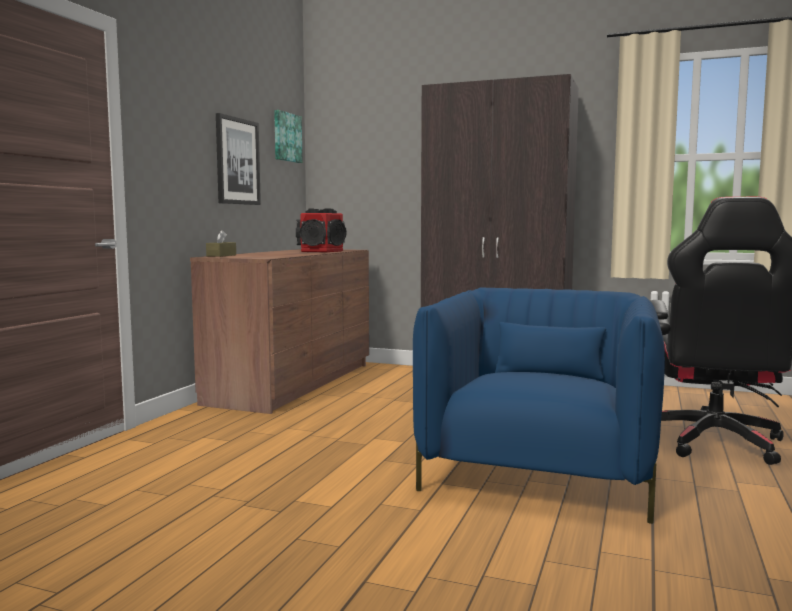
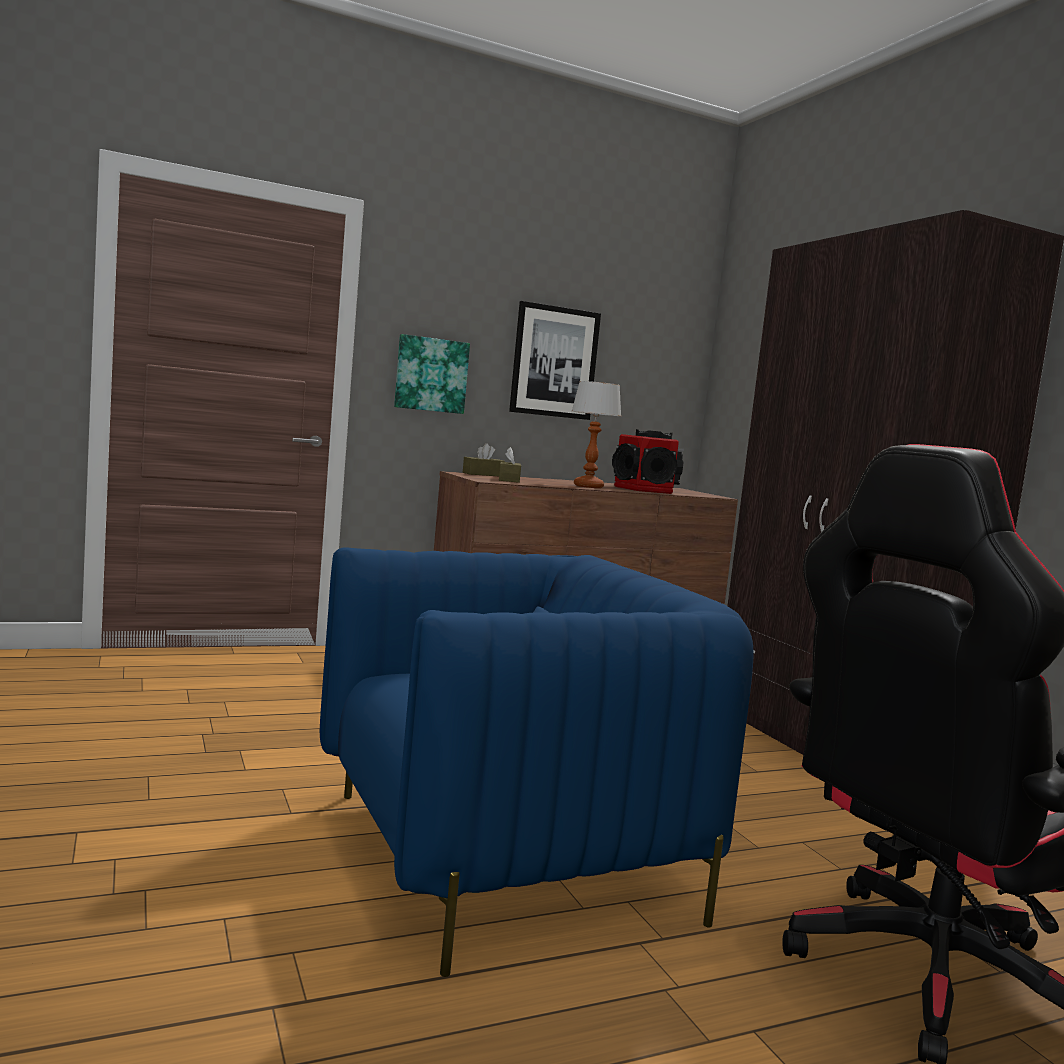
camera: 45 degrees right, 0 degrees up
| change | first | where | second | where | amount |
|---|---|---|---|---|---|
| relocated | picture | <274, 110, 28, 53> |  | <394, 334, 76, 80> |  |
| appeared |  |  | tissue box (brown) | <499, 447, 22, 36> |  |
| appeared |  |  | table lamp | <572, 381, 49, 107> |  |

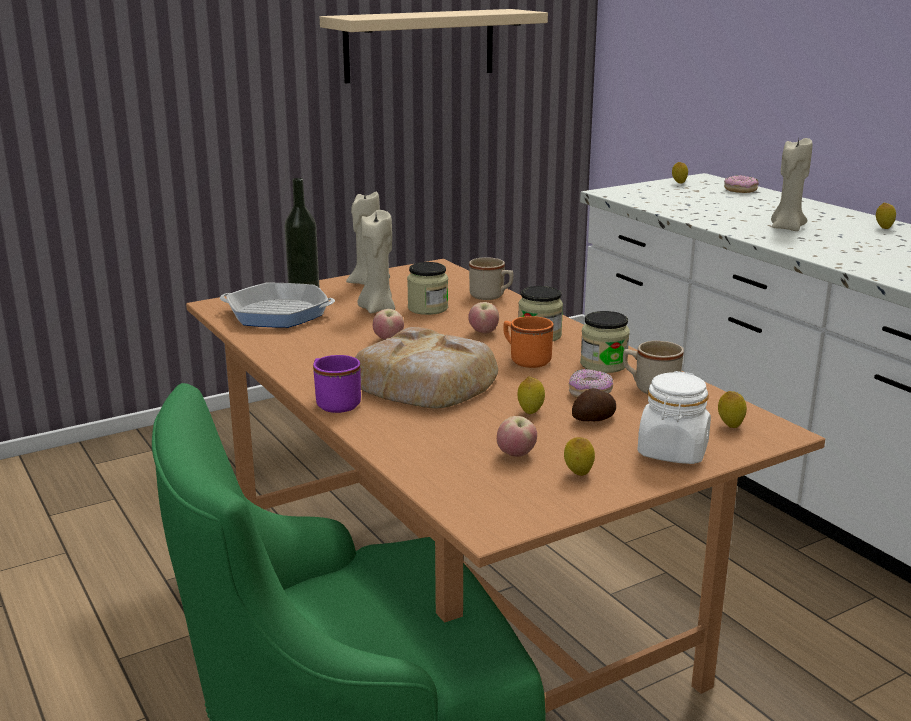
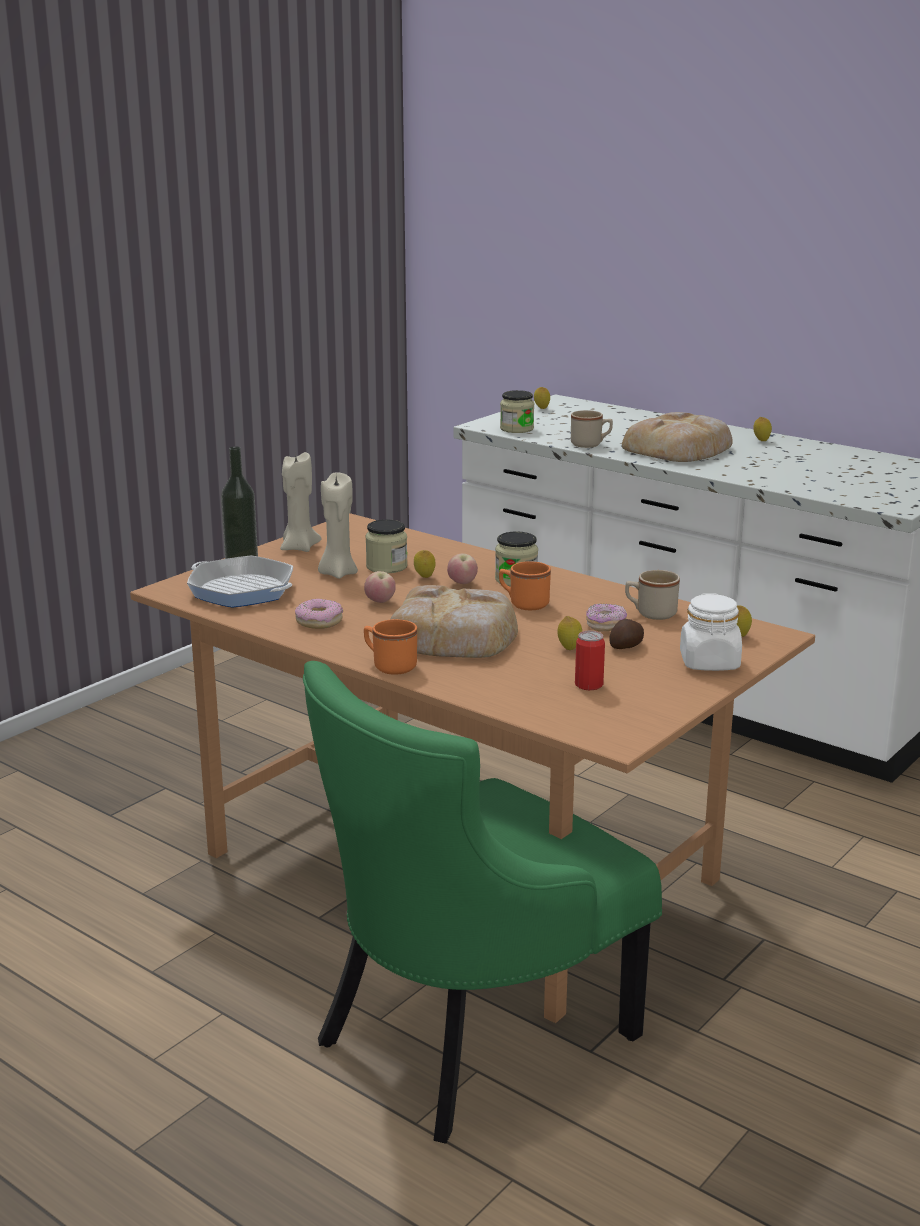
camera: 20 degrees left, 0 degrees up
| change | first | where | second | where | amount |
|---|---|---|---|---|---|
| spun | frying pan | <220, 283, 115, 45> |  | <187, 555, 106, 53> | 45 degrees clockwise |
| colour | mug (purple) | <313, 355, 48, 58> | mug (orange) | <364, 619, 53, 56> |  |
| missing | shelf (beige) | <320, 9, 228, 75> |  |  |  |
| relocated | mug (beige) | <469, 257, 44, 43> |  | <571, 410, 42, 38> |  |
| exchanged | apple | <497, 416, 40, 41> | can | <575, 631, 30, 59> |  |
| relocated | lemon | <564, 437, 31, 39> |  | <414, 550, 21, 28> |  |
| relocated | jar | <580, 311, 50, 62> |  | <500, 390, 34, 43> |  |
| relocated | donut | <724, 175, 35, 18> |  | <295, 599, 48, 30> |  |
| exchanged | candle (beige) | <771, 138, 41, 93> | bread | <622, 412, 111, 50> |  |

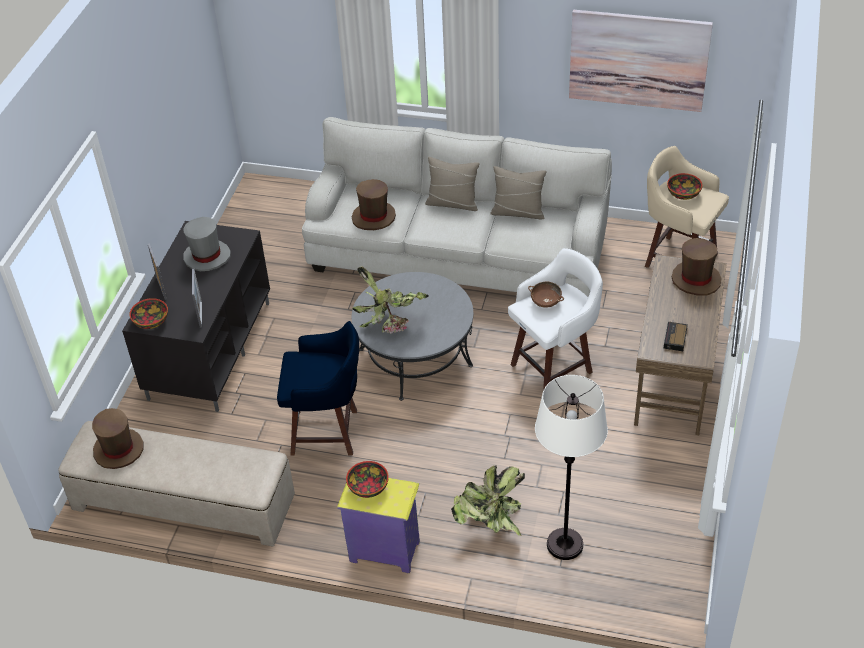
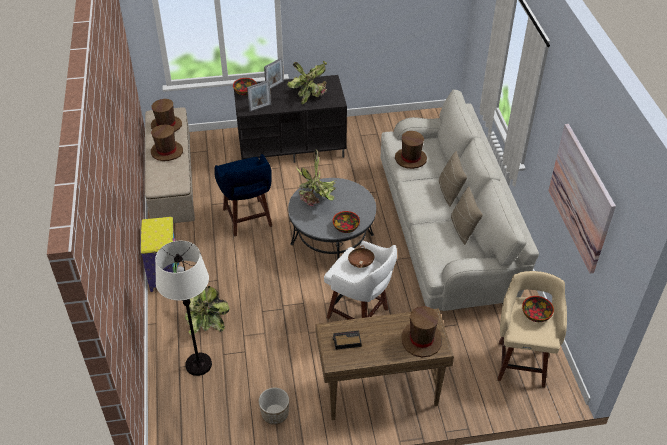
camera: 65 degrees right, 0 degrees up
| change | first | where | second | where | amount |
|---|---|---|---|---|---|
| exchanged | hat (grey) | <183, 217, 48, 54> | potted plant | <287, 61, 40, 43> |  |
| relocated | bowl | <346, 461, 43, 37> |  | <333, 211, 27, 22> |  |
| appeared |  |  | hat (brown) | <151, 125, 32, 36> |  |
| appeared |  |  | planter | <259, 387, 30, 38> |  |

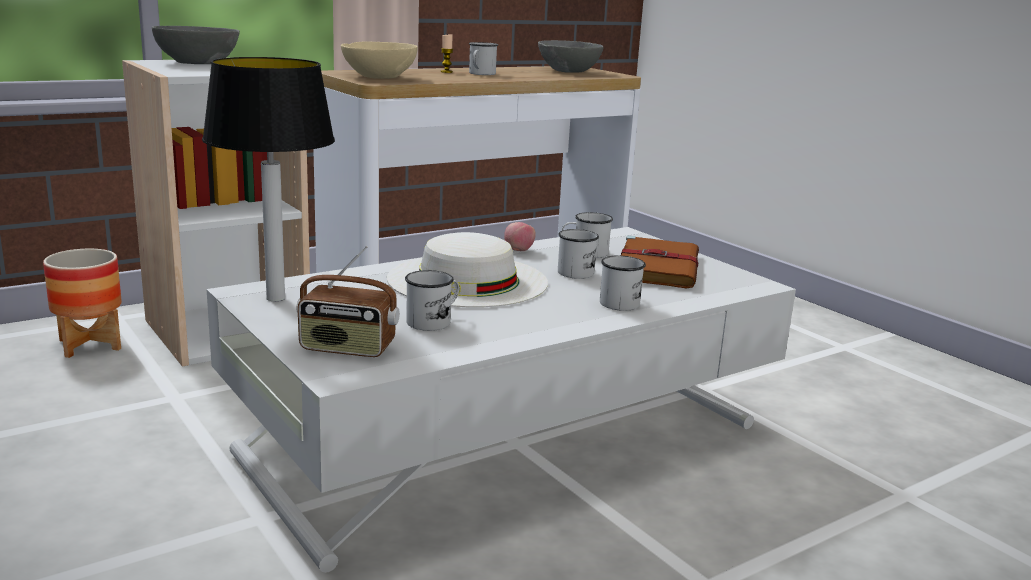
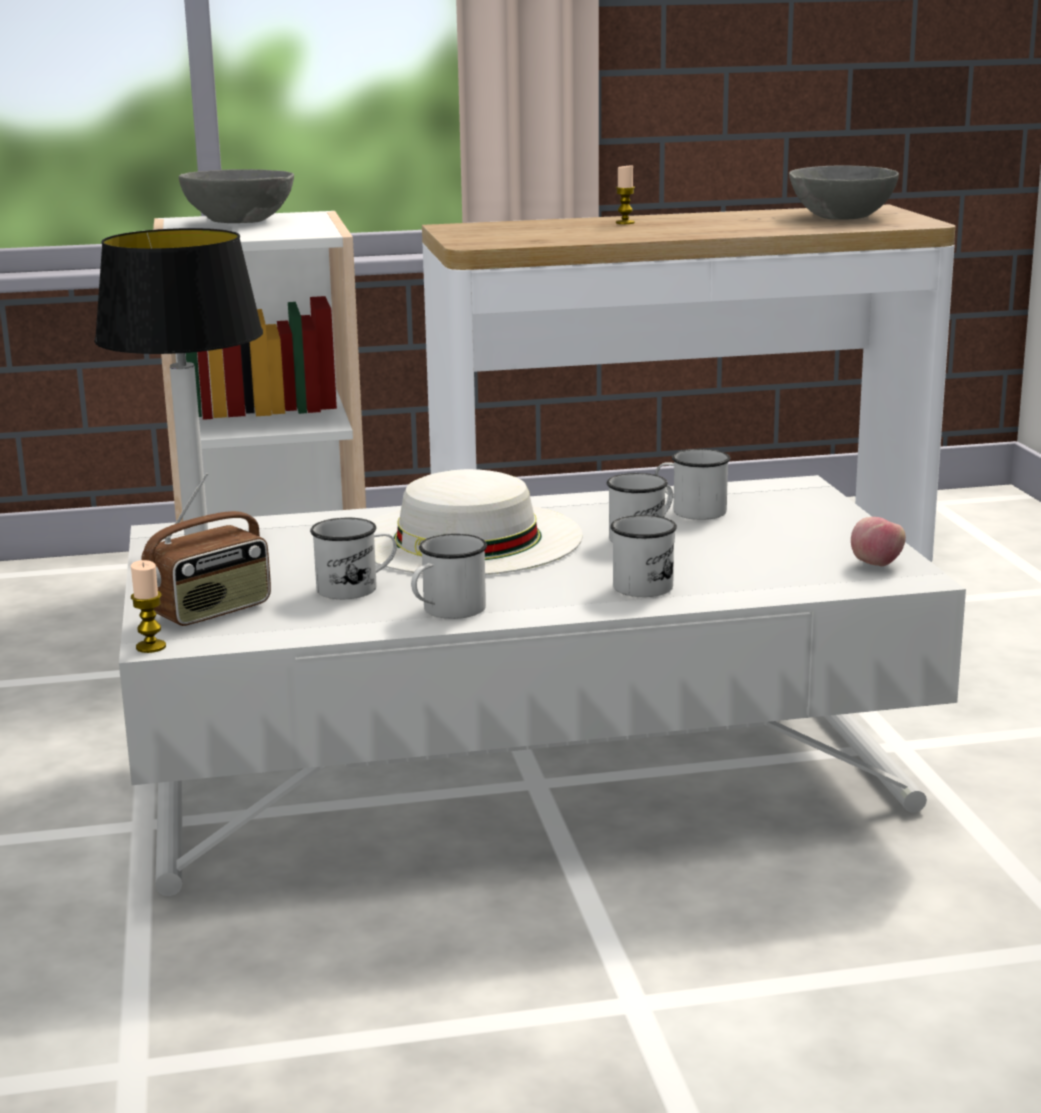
camera: 25 degrees right, 0 degrees up
| change | first | where | second | where | amount |
|---|---|---|---|---|---|
| missing | planter | <43, 249, 79, 109> |  |  |  |
| spun | radio | <296, 246, 104, 111> |  | <141, 473, 130, 153> | 75 degrees counterclockwise |
| missing | bowl (beige) | <341, 41, 77, 38> |  |  |  |
| relocated | mug (white) | <469, 42, 29, 33> |  | <411, 534, 76, 85> |  |
| relocated | apple | <504, 222, 32, 29> |  | <851, 517, 55, 49> |  |
| missing | book (brown) | <621, 235, 78, 53> |  |  |  |
| appeared |  |  | candle | <131, 560, 35, 93> |  |

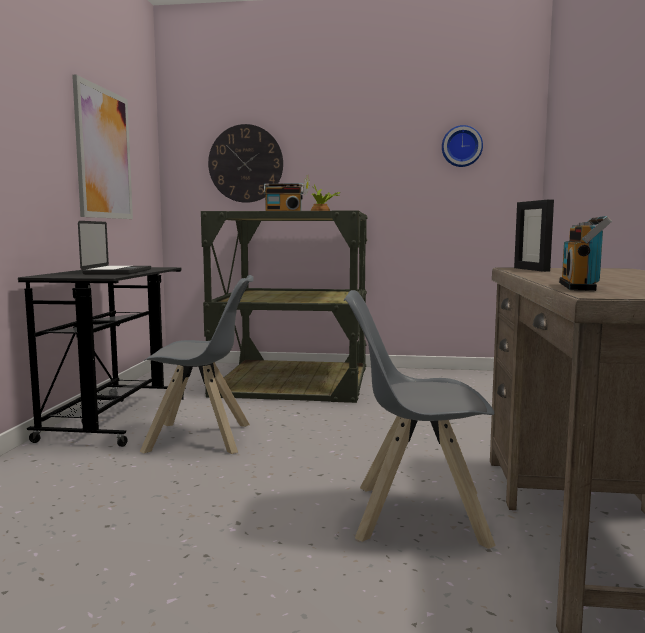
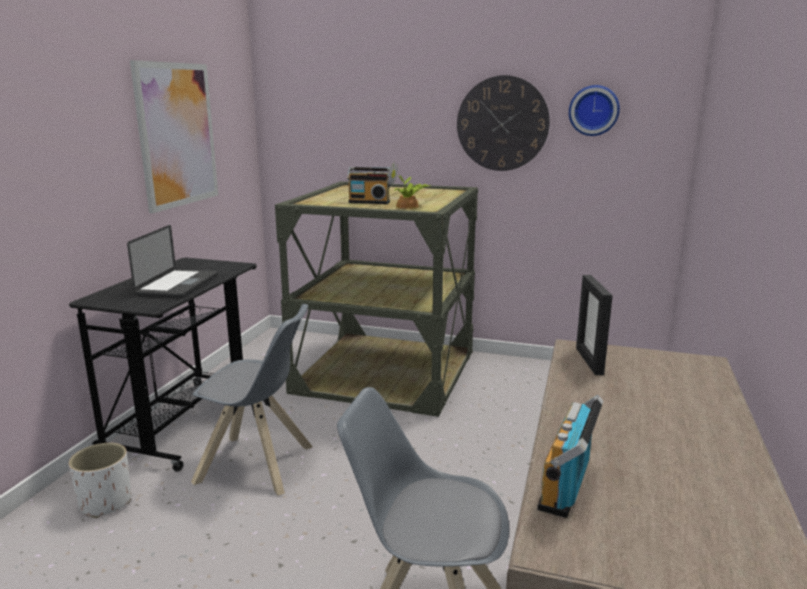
camera: 10 degrees right, 10 degrees up
| change | first | where | second | where | amount |
|---|---|---|---|---|---|
| relocated | wall clock | <208, 124, 75, 79> |  | <457, 75, 93, 96> |  |
| appeared |  |  | planter (white) | <69, 443, 62, 75> |  |

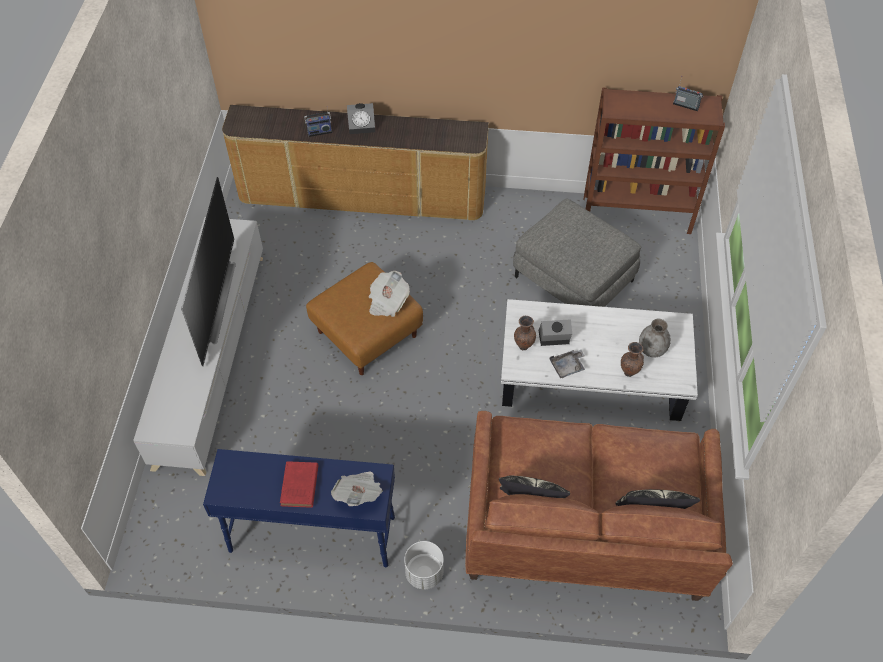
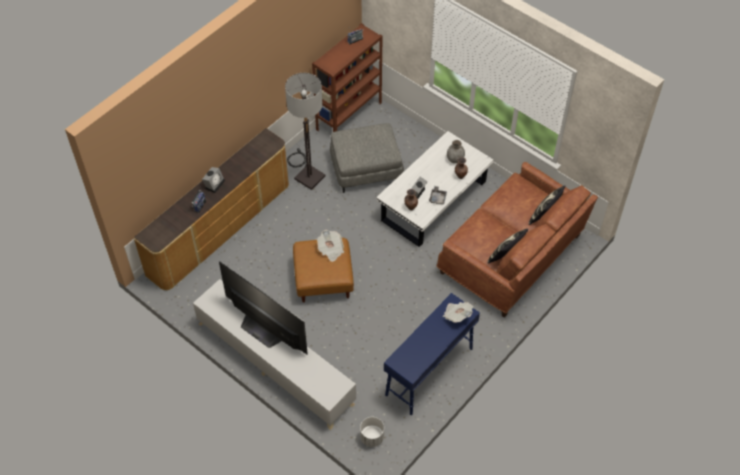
camera: 55 degrees left, 0 degrees up
| change | first | where | second | where | amount |
|---|---|---|---|---|---|
| missing | book (red) | <280, 461, 39, 47> |  |  |  |
| relocated | planter (white) | <404, 541, 40, 48> |  | <360, 417, 24, 30> |  |
| appeared |  |  | floor lamp | <285, 73, 40, 117> |  |

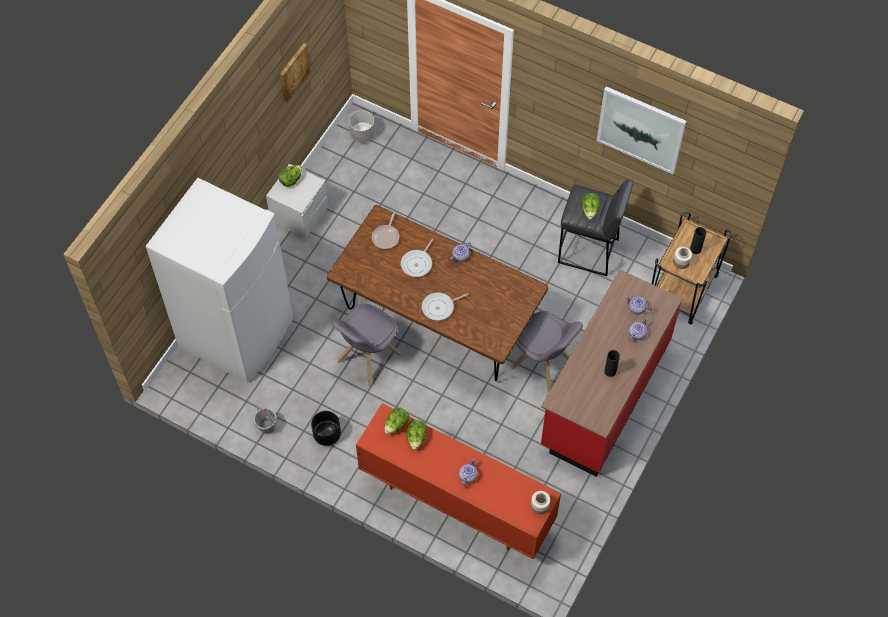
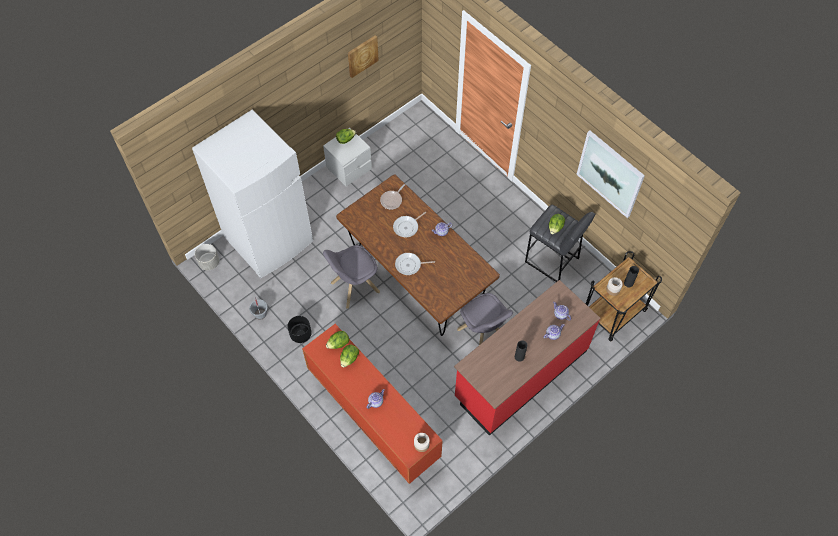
camera: 20 degrees right, 0 degrees up
| change | first | where | second | where | amount |
|---|---|---|---|---|---|
| relocated | planter (grey) | <349, 110, 26, 33> |  | <195, 244, 24, 26> |  |

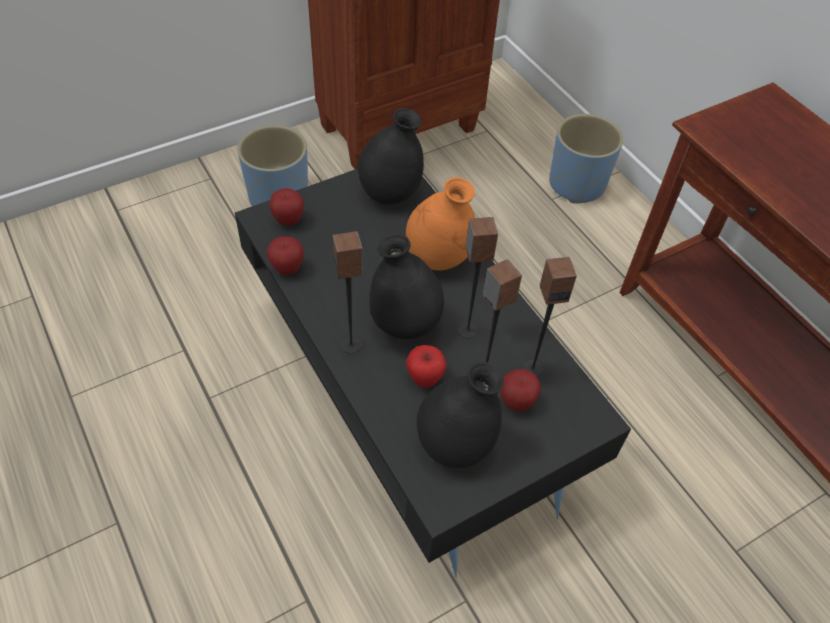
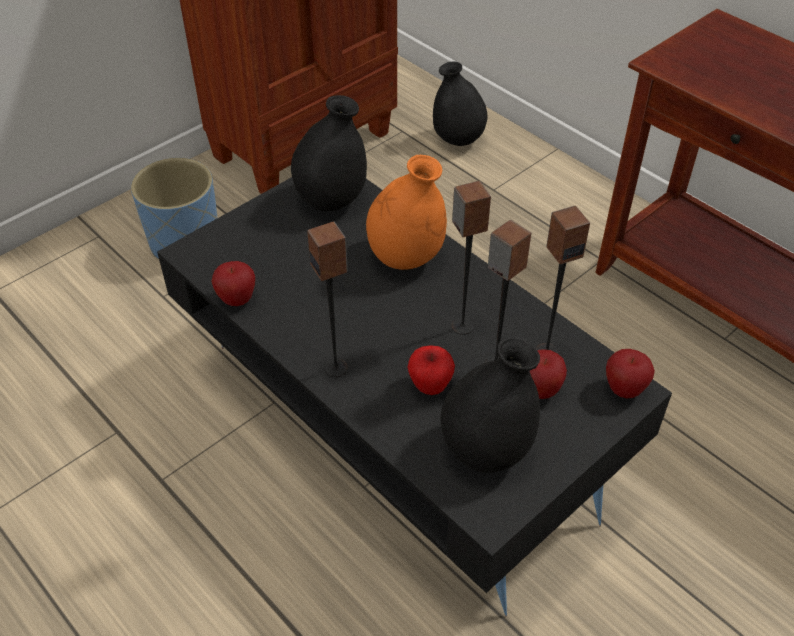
camera: 10 degrees left, 5 degrees down
| change | first | where | second | where | amount |
|---|---|---|---|---|---|
| relocated | apple | <269, 188, 35, 38> |  | <606, 349, 49, 49> |  |
| relocated | vase (black) | <369, 234, 75, 105> |  | <433, 61, 54, 85> |  |
| missing | planter (blue) | <549, 114, 74, 90> |  |  |  |

